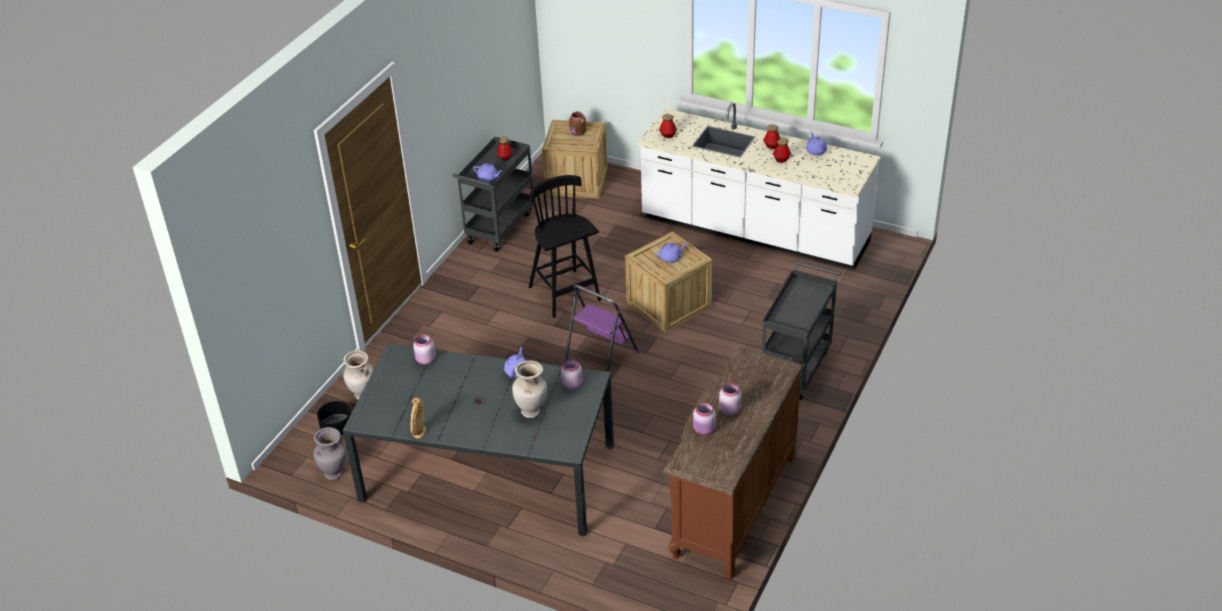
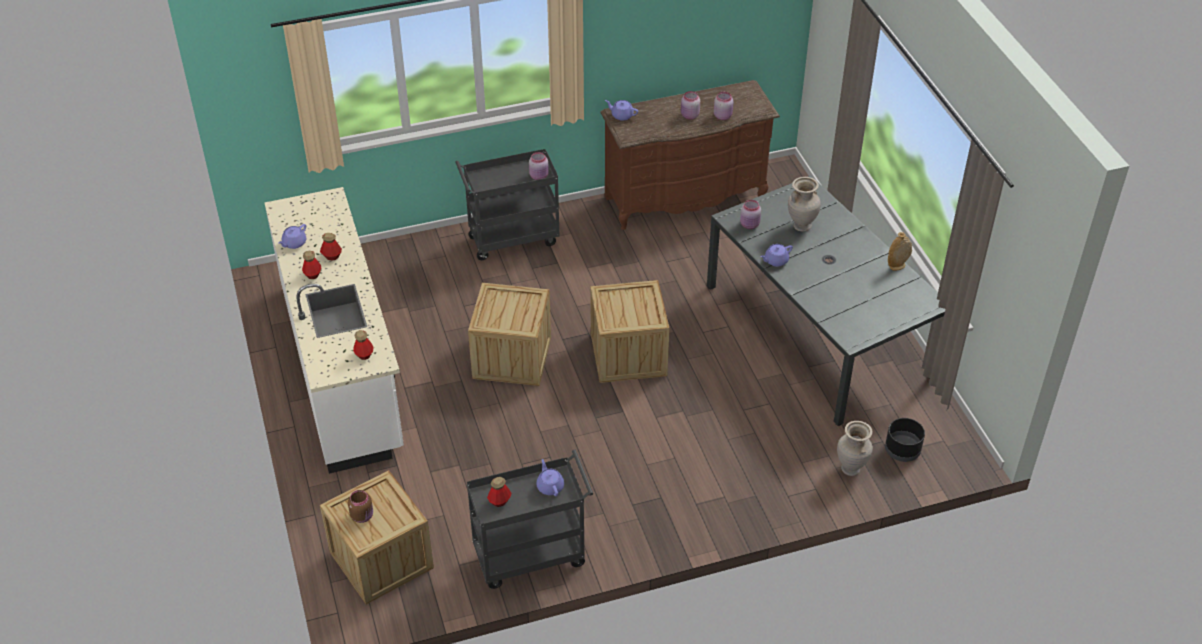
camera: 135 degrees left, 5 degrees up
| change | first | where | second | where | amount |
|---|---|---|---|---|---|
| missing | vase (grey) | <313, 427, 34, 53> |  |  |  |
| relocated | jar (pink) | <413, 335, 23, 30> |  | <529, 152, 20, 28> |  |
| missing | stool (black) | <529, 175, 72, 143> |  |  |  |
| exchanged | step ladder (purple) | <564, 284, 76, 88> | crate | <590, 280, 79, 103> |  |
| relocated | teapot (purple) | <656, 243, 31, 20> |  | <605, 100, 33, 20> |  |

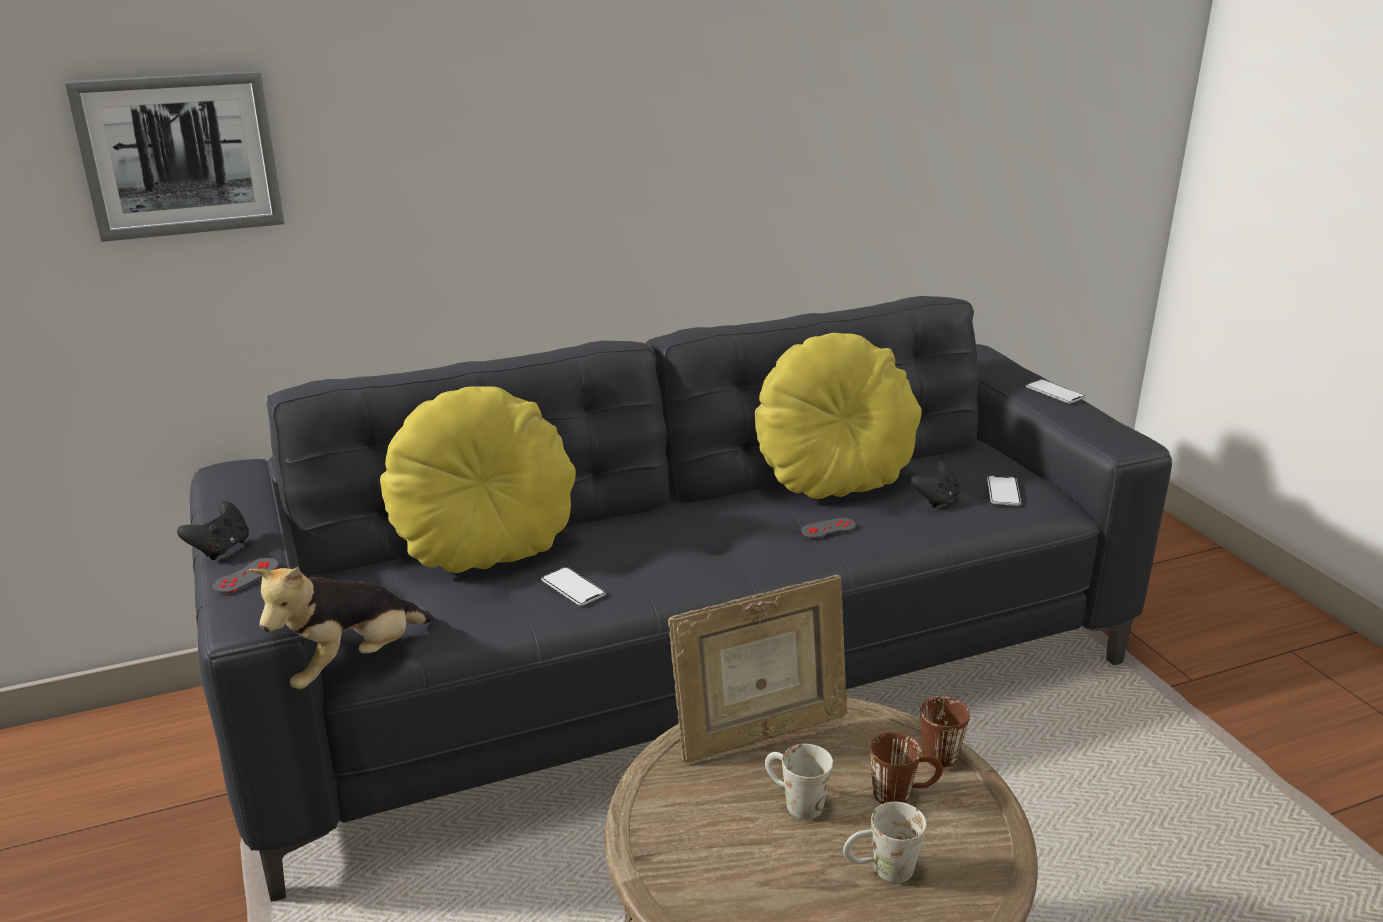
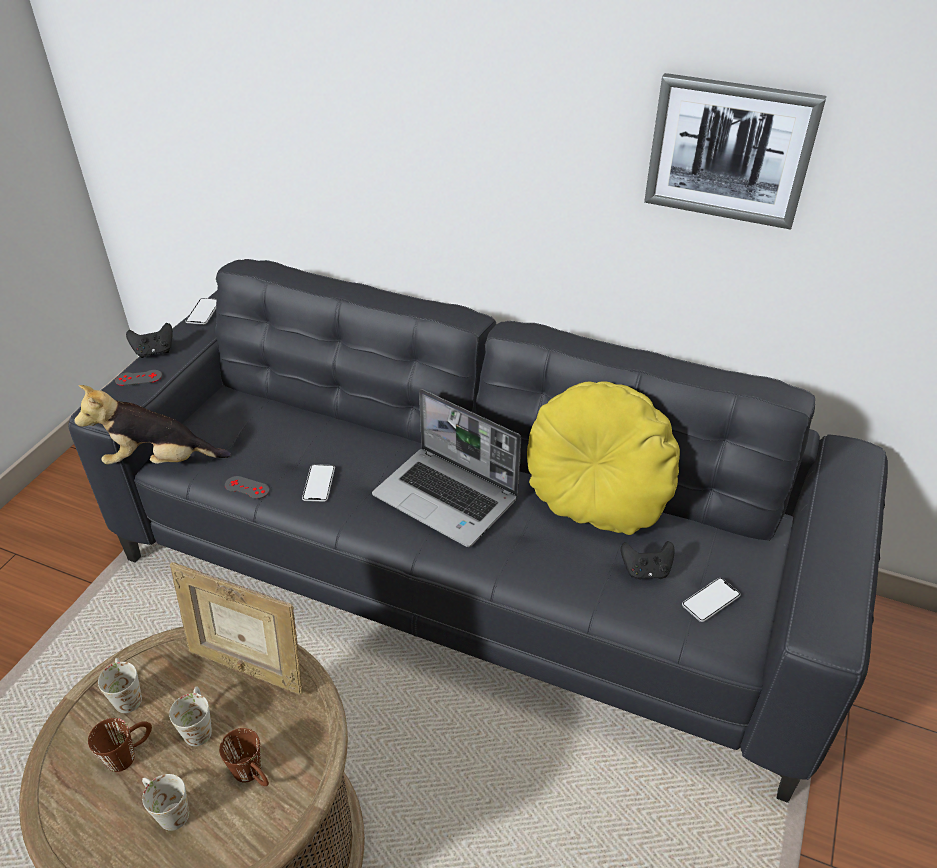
camera: 45 degrees right, 15 degrees up
| change | first | where | second | where | amount |
|---|---|---|---|---|---|
| relocated | picture | <65, 71, 220, 171> |  | <644, 73, 183, 156> |  |
| missing | pillow (yellow) | <380, 386, 196, 187> |  |  |  |
| relocated | game controller (grey) | <801, 518, 55, 20> |  | <225, 476, 45, 23> |  |
| relocated | mug (brown) | <920, 696, 50, 72> |  | <88, 718, 64, 54> |  |
| relocated | phone | <1026, 379, 59, 25> |  | <185, 298, 31, 27> |  |
| appeared |  |  | mug (white) | <98, 658, 44, 55> |  |
| appeared |  |  | laptop | <372, 389, 149, 158> |  |

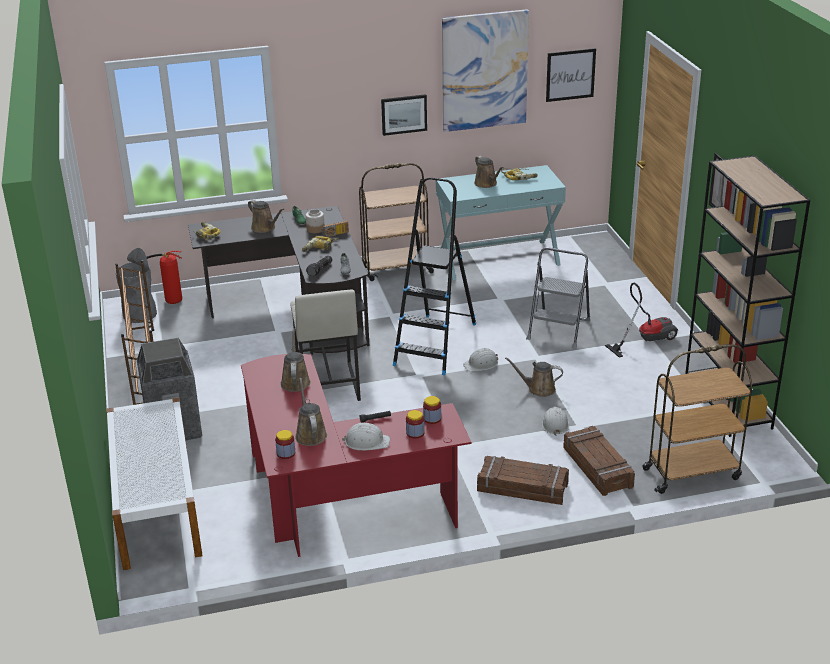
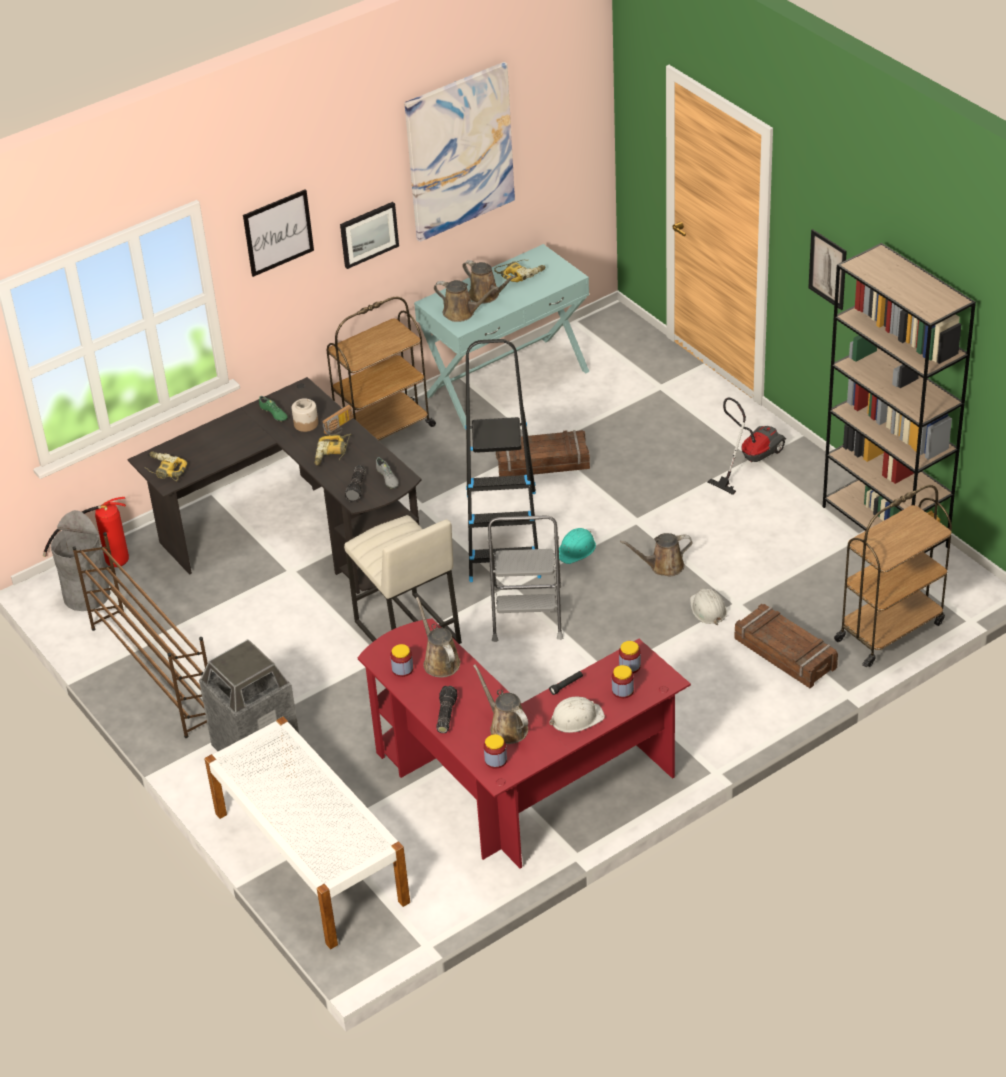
camera: 20 degrees left, 10 degrees up
| change | first | where | second | where | amount |
|---|---|---|---|---|---|
| relocated | watering can (brown) | <248, 200, 36, 33> |  | <434, 280, 65, 42> |  |
| colour | hard hat (white) | <463, 348, 35, 23> | hard hat (turquoise) | <559, 528, 37, 36> |  |
| relocated | crate | <477, 456, 92, 49> |  | <496, 430, 94, 47> |  |
| relocated | step ladder (grey) | <526, 247, 64, 101> |  | <487, 516, 76, 126> |  |
| relocated | picture | <546, 48, 50, 54> |  | <243, 189, 71, 88> |  |
| appeared |  |  | jar | <390, 644, 23, 33> |  |
| appeared |  |  | flashlight | <437, 686, 20, 47> |  |

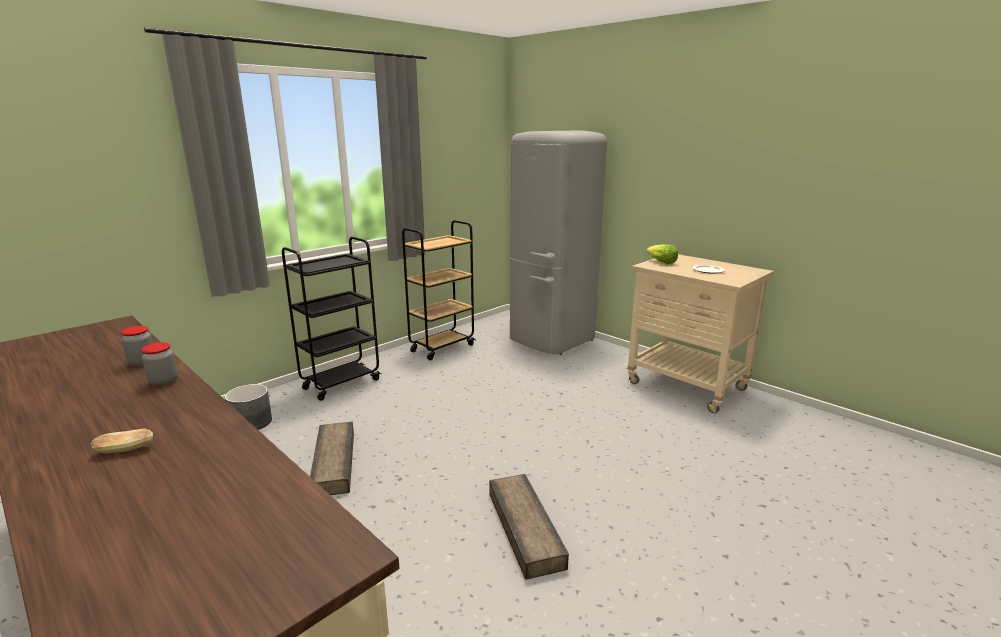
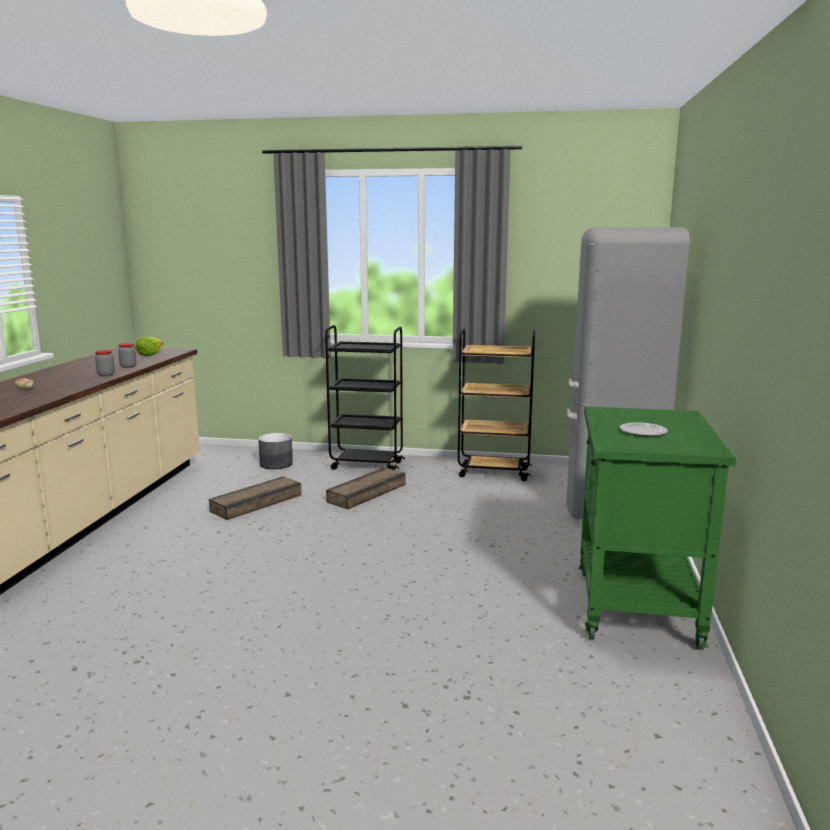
camera: 55 degrees right, 5 degrees down
| change | first | where | second | where | amount |
|---|---|---|---|---|---|
| relocated | crate | <489, 474, 80, 106> |  | <326, 467, 80, 42> |  |
| colour | cart (beige) | <628, 254, 146, 159> | cart (green) | <578, 406, 158, 244> |  |
| relocated | lettuce | <646, 244, 32, 20> |  | <135, 337, 28, 20> |  |

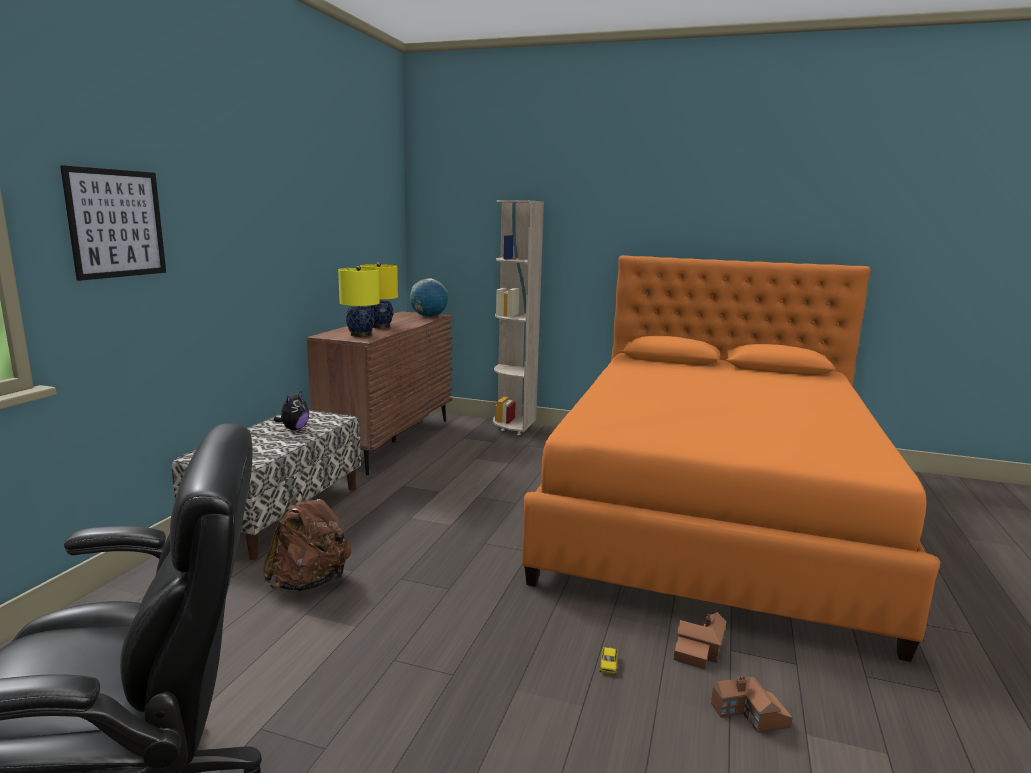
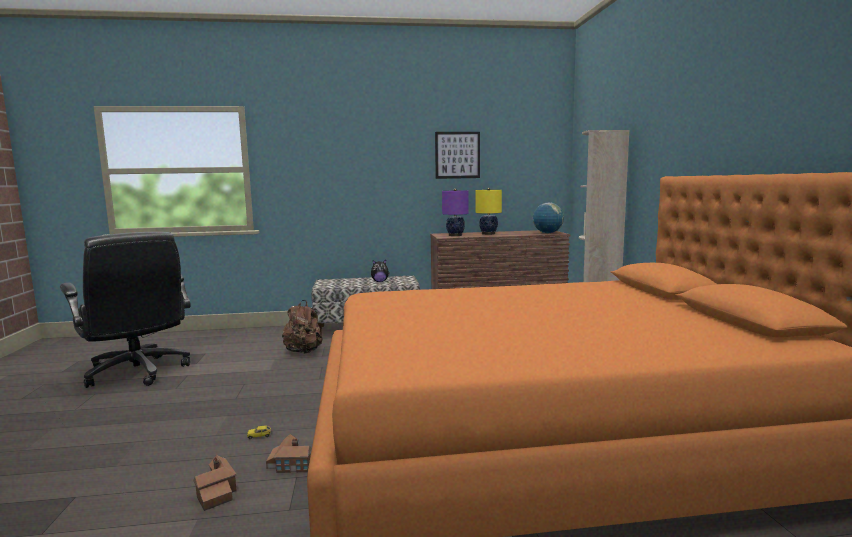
camera: 65 degrees right, 5 degrees down
| change | first | where | second | where | amount |
|---|---|---|---|---|---|
| relocated | picture | <60, 165, 106, 116> |  | <435, 132, 45, 47> |  |
| colour | table lamp (yellow) | <338, 266, 42, 71> | table lamp (purple) | <442, 188, 27, 48> |  |

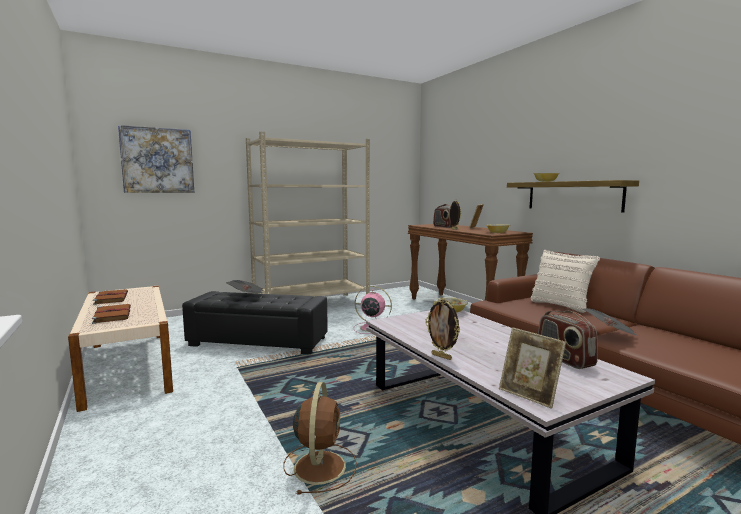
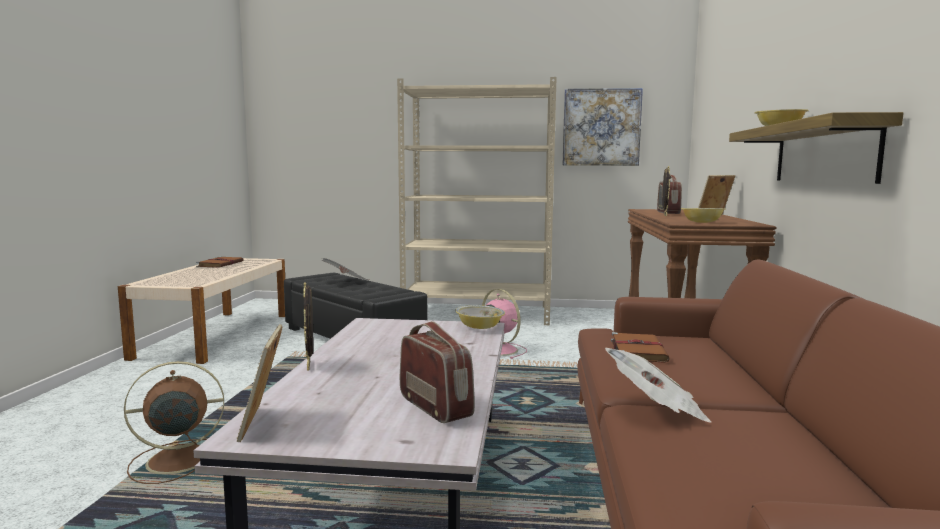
camera: 35 degrees right, 0 degrees up
| change | first | where | second | where | amount |
|---|---|---|---|---|---|
| relocated | book (brown) | <92, 304, 39, 20> |  | <611, 332, 59, 31> |  |
| relocated | picture | <118, 125, 76, 68> |  | <563, 88, 80, 78> |  |
| spun | fan (brown) | <283, 382, 74, 113> |  | <124, 361, 100, 123> | 150 degrees counterclockwise |
| missing | pillow (beige) | <531, 249, 69, 64> |  |  |  |
| spun | radio | <538, 311, 60, 58> |  | <400, 321, 75, 102> | 135 degrees clockwise |

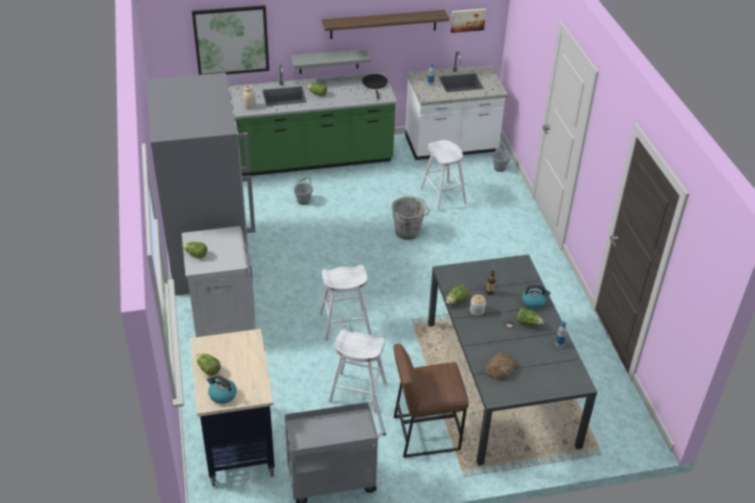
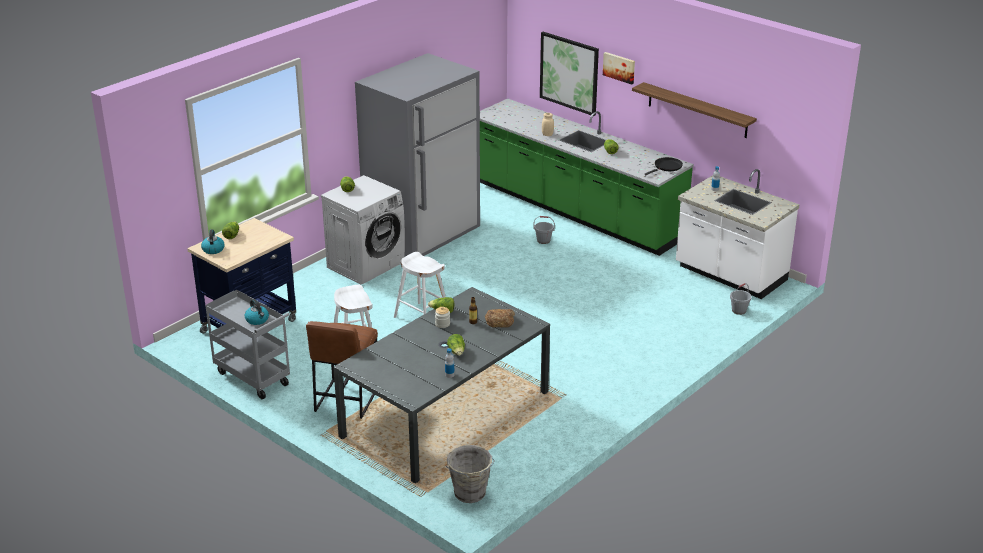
camera: 55 degrees right, 10 degrees down
| change | first | where | second | where | amount |
|---|---|---|---|---|---|
| missing | shelf (grey) | <291, 49, 80, 25> |  |  |  |
| relocated | bucket (grey) | <391, 196, 39, 44> |  | <446, 445, 49, 58> |  |
| spun | chair (brown) | <393, 344, 76, 114> |  | <306, 321, 72, 98> | 120 degrees counterclockwise |
| missing | stool (white) | <420, 140, 46, 71> |  |  |  |
| relocated | picture | <451, 8, 35, 25> |  | <603, 52, 32, 32> |  |
| relocated | bread | <484, 352, 33, 28> |  | <485, 309, 30, 19> |  |
| relocated | kettle | <522, 285, 29, 24> |  | <245, 299, 24, 26> |  |

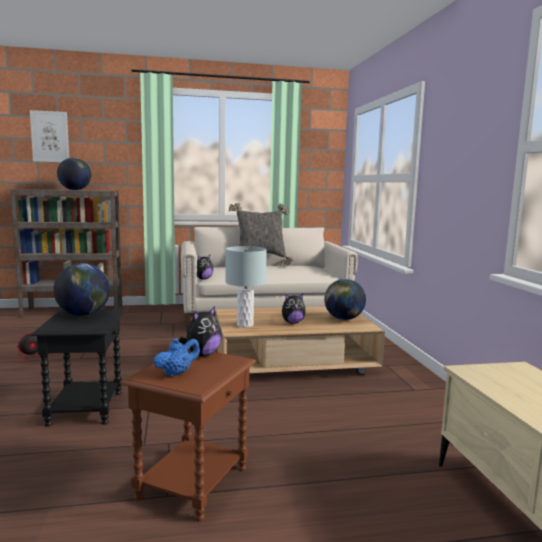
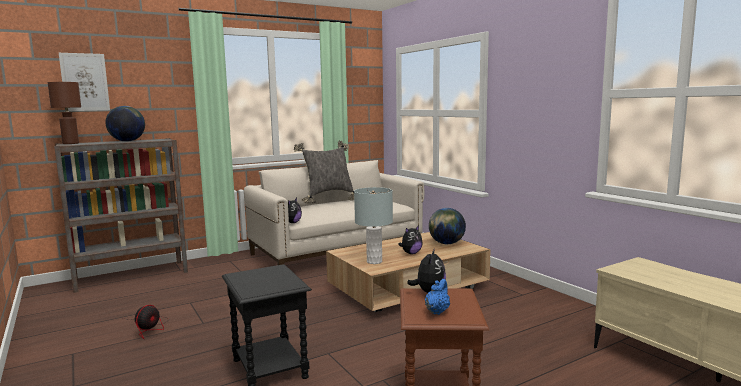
camera: 20 degrees left, 0 degrees up
| change | first | where | second | where | amount |
|---|---|---|---|---|---|
| missing | globe | <53, 263, 57, 53> |  |  |  |
| appeared |  |  | table lamp (brown) | <48, 82, 33, 62> |  |

